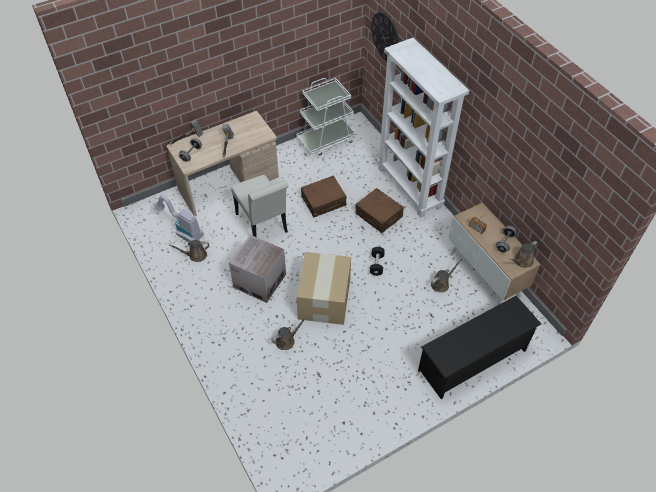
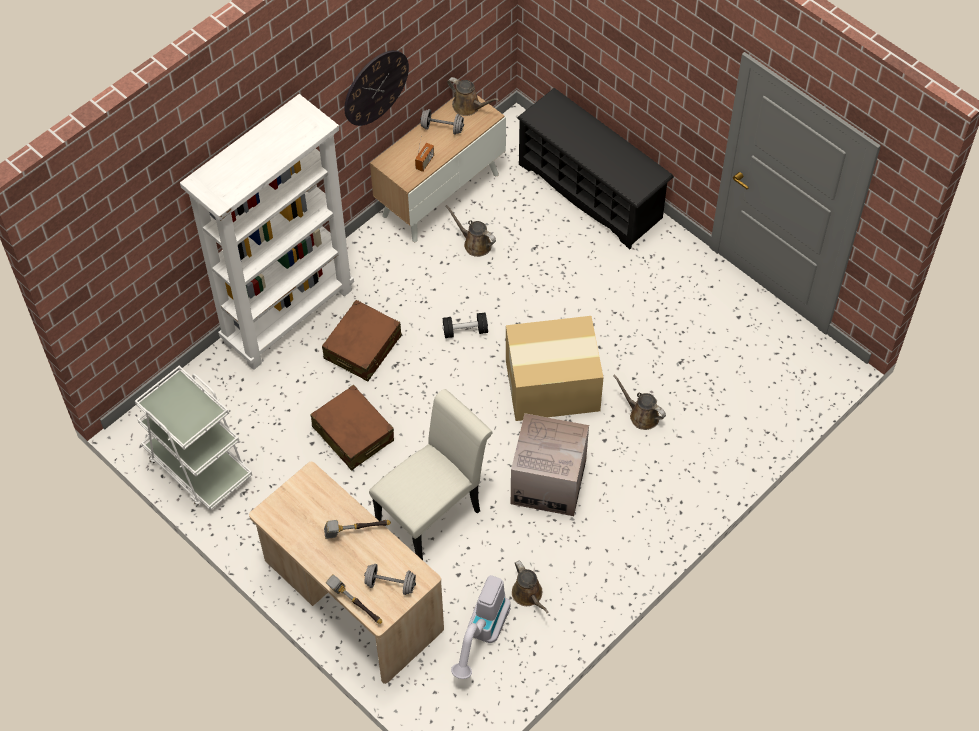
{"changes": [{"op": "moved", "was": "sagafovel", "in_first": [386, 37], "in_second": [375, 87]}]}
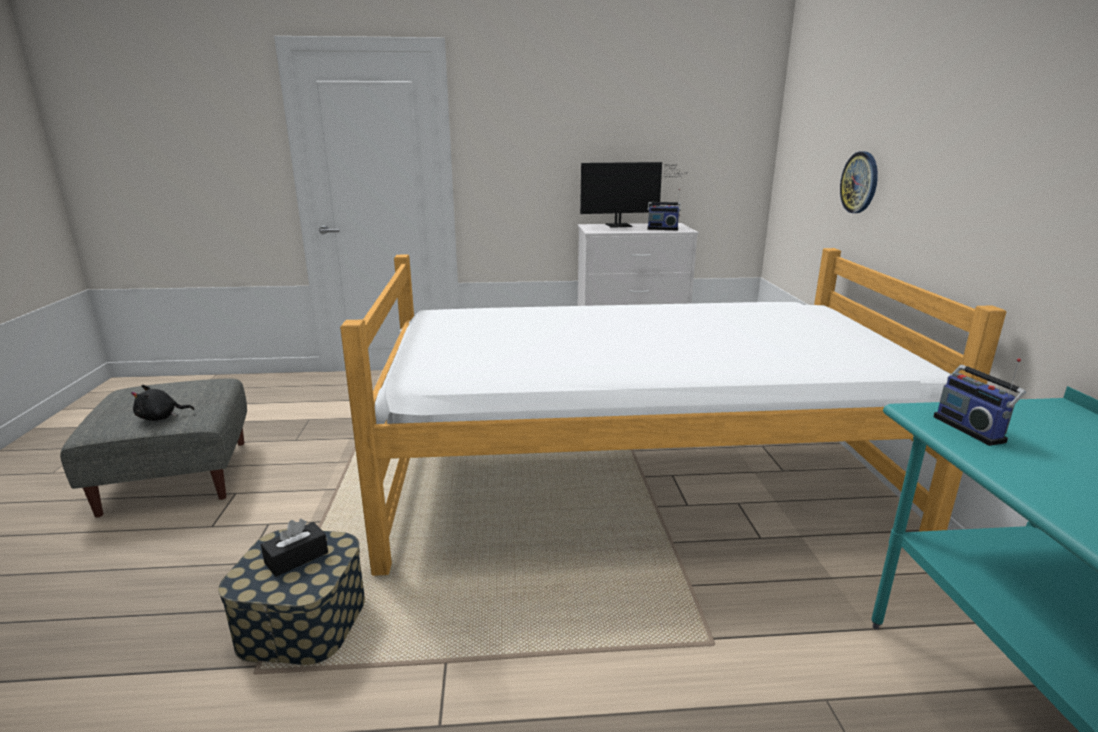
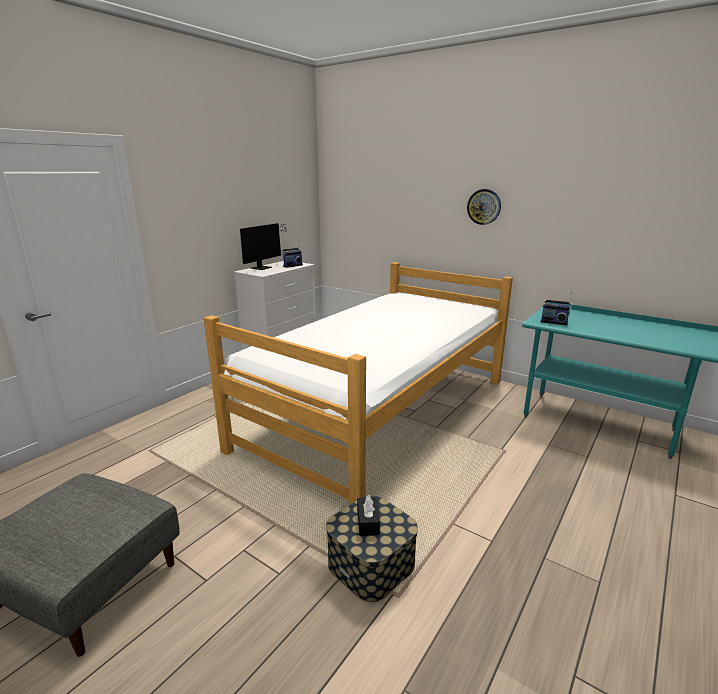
{"changes": [{"op": "moved", "was": "sagafovel", "in_first": [860, 182], "in_second": [484, 207]}, {"op": "removed", "was": "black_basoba", "in_first": [161, 417]}]}
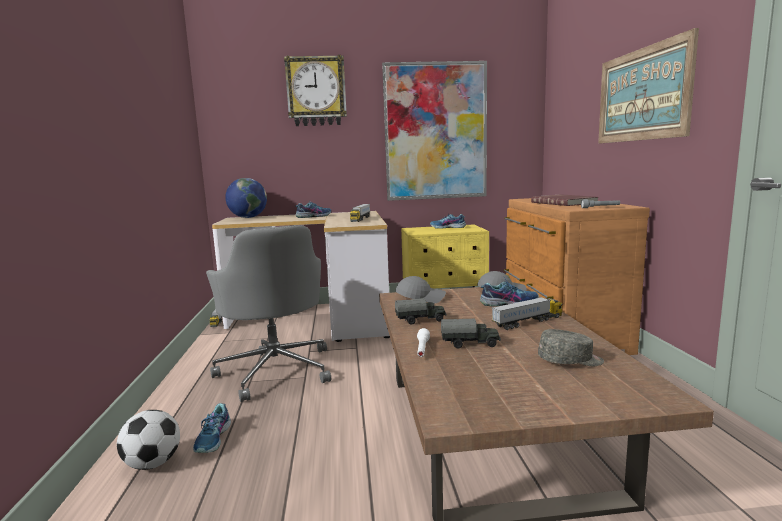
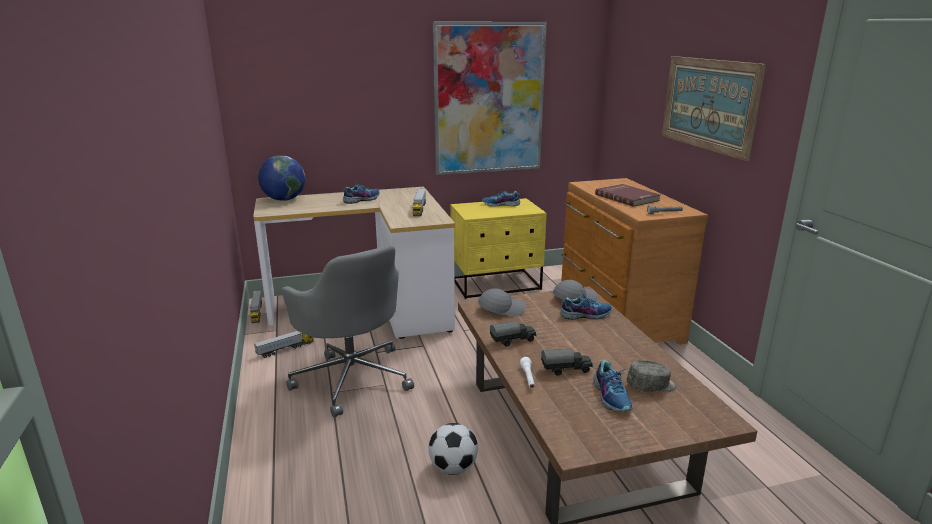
{"changes": [{"op": "removed", "was": "sagafovel", "in_first": [316, 91]}, {"op": "moved", "was": "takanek", "in_first": [528, 322], "in_second": [285, 349]}, {"op": "moved", "was": "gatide", "in_first": [214, 438], "in_second": [612, 396]}, {"op": "moved", "was": "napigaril", "in_first": [153, 464], "in_second": [453, 468]}]}
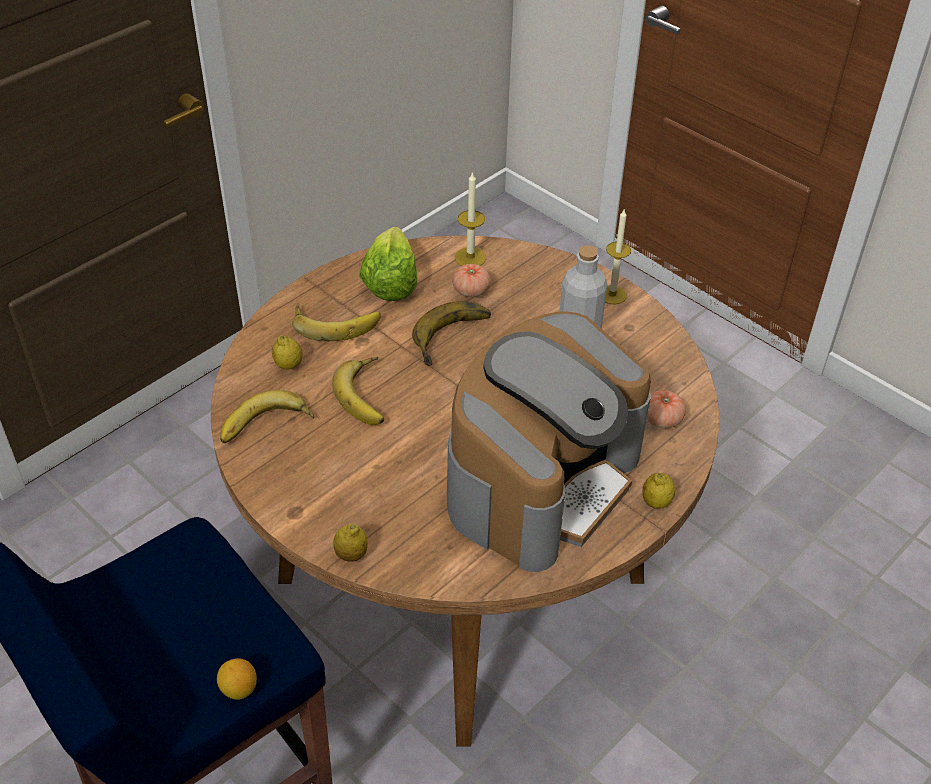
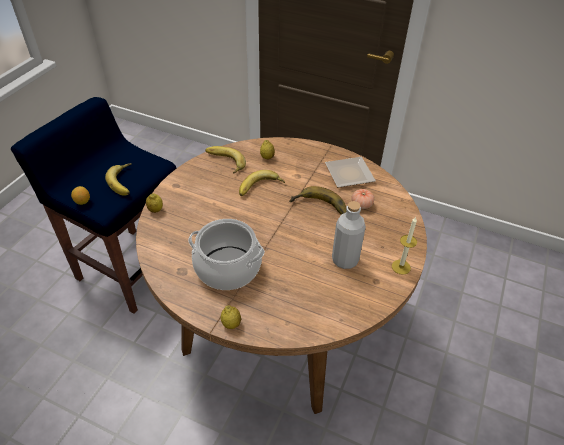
{"changes": [{"op": "removed", "was": "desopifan", "in_first": [470, 257]}, {"op": "replaced", "was": "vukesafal", "now": "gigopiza", "in_first": [390, 282], "in_second": [347, 173]}, {"op": "moved", "was": "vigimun", "in_first": [336, 322], "in_second": [124, 181]}, {"op": "replaced", "was": "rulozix", "now": "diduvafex", "in_first": [541, 481], "in_second": [228, 267]}, {"op": "removed", "was": "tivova", "in_first": [662, 419]}]}
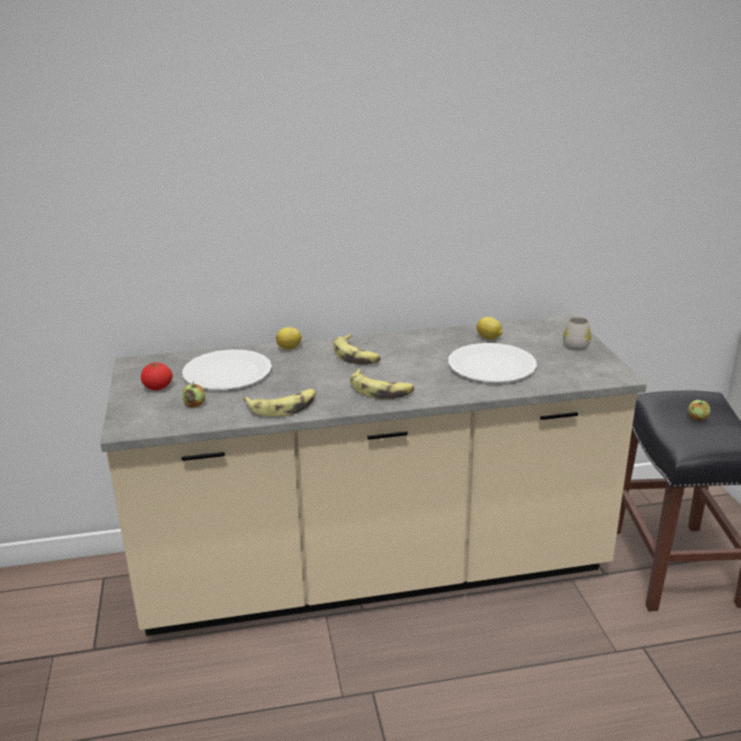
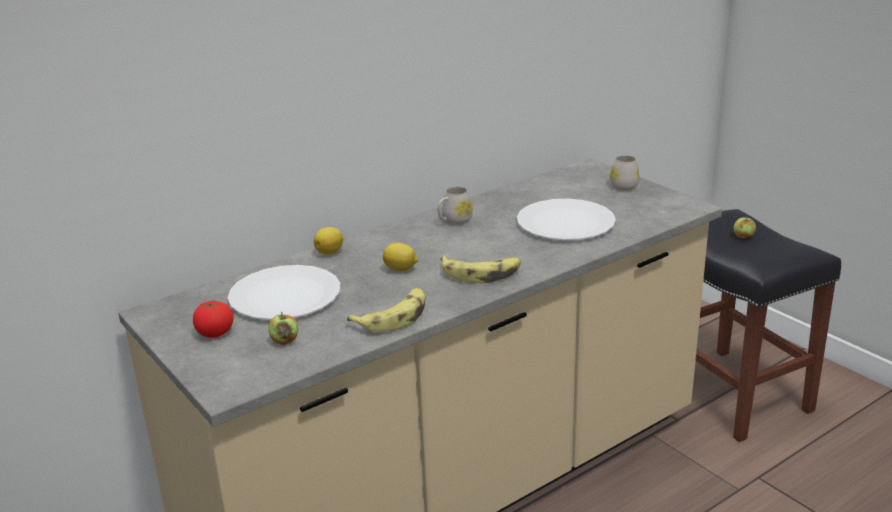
{"changes": [{"op": "moved", "was": "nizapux", "in_first": [489, 338], "in_second": [401, 269]}, {"op": "removed", "was": "vigimun", "in_first": [356, 356]}, {"op": "added", "now": "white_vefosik", "in_second": [454, 221]}]}
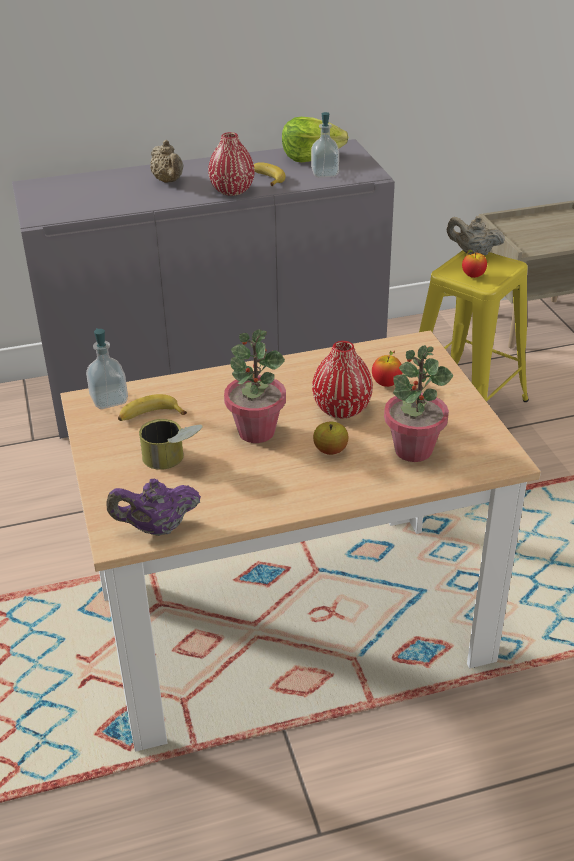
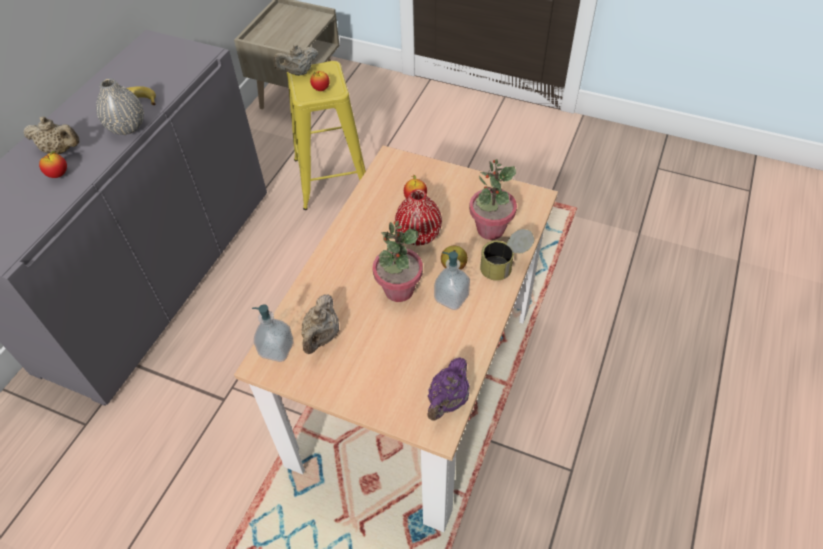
{"changes": [{"op": "moved", "was": "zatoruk", "in_first": [325, 173], "in_second": [451, 298]}, {"op": "removed", "was": "vukesafal", "in_first": [310, 156]}, {"op": "recoloured", "was": "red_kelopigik", "now": "grey_kelopigik", "in_first": [232, 190], "in_second": [127, 127]}, {"op": "replaced", "was": "vigimun", "now": "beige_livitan", "in_first": [150, 416], "in_second": [322, 336]}, {"op": "moved", "was": "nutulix", "in_first": [173, 461], "in_second": [505, 265]}, {"op": "added", "now": "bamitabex", "in_second": [58, 174]}]}
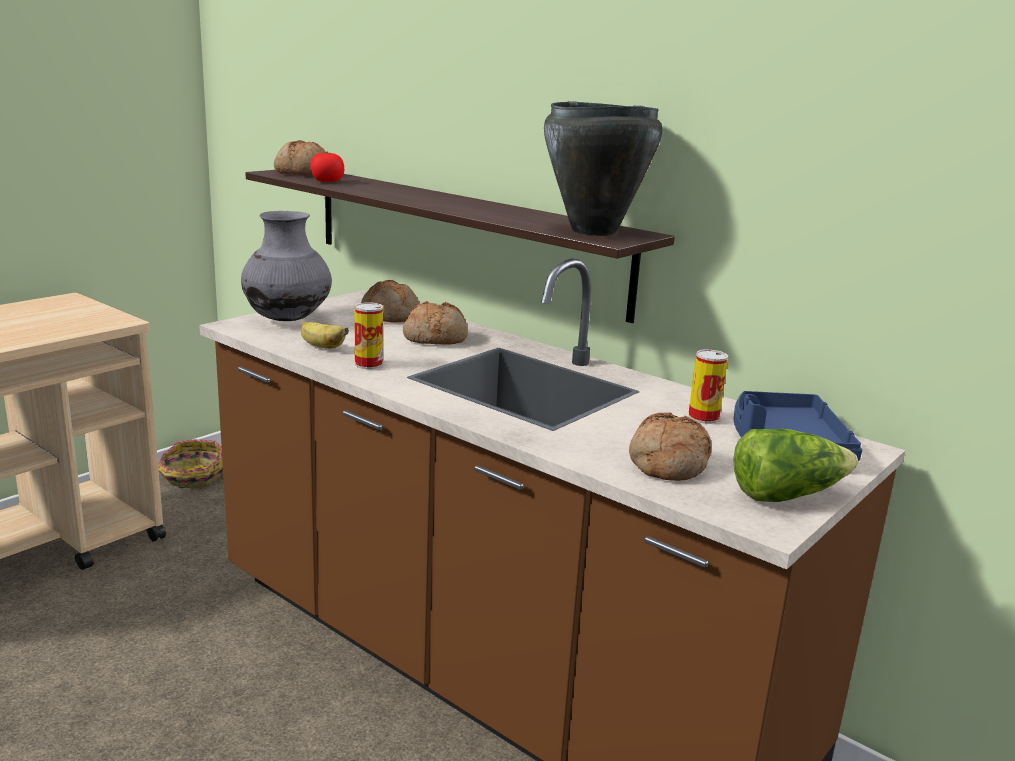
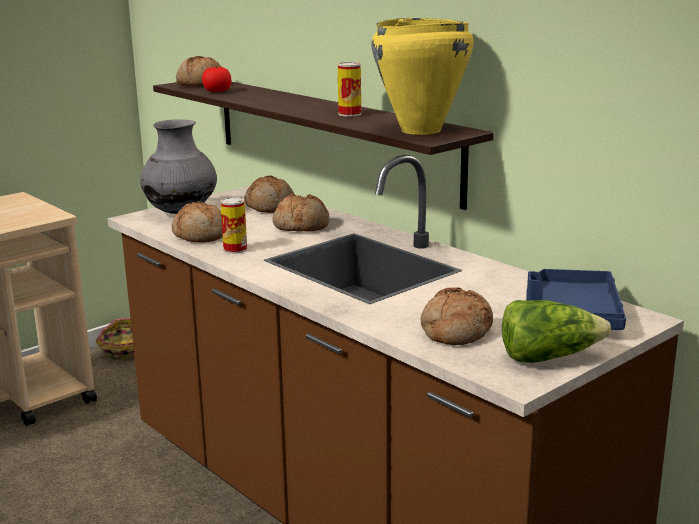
{"changes": [{"op": "recoloured", "was": "black_diduvafex", "now": "yellow_diduvafex", "in_first": [593, 231], "in_second": [420, 130]}, {"op": "replaced", "was": "vigimun", "now": "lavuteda", "in_first": [321, 346], "in_second": [201, 235]}, {"op": "moved", "was": "nutulix", "in_first": [703, 417], "in_second": [349, 114]}]}
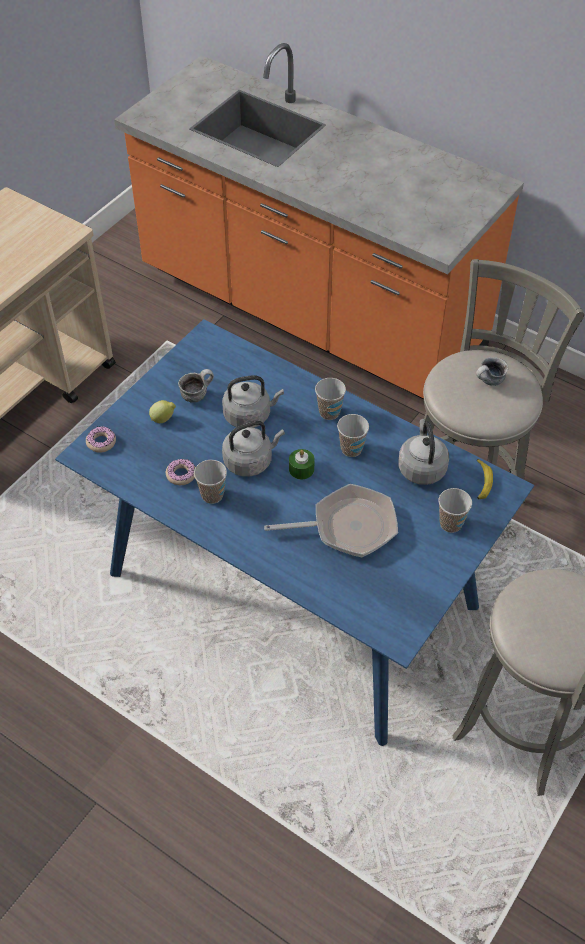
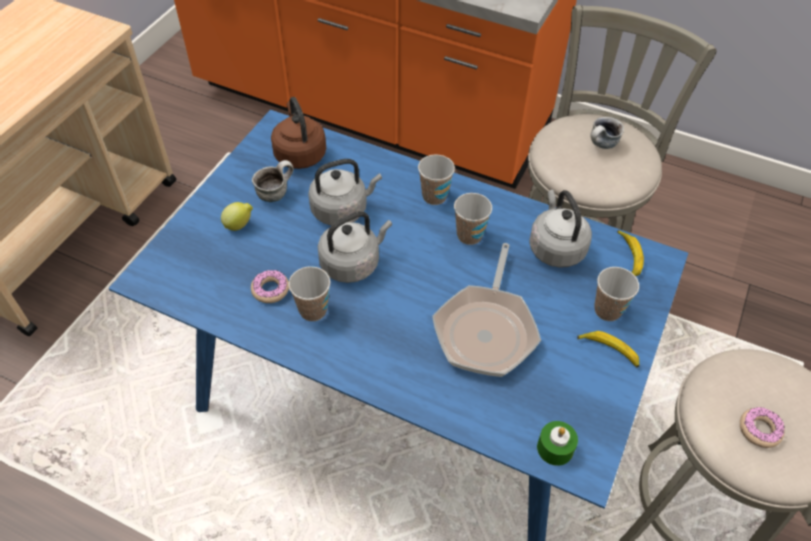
{"changes": [{"op": "moved", "was": "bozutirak", "in_first": [101, 442], "in_second": [759, 430]}, {"op": "moved", "was": "green_desopifan", "in_first": [301, 469], "in_second": [555, 448]}, {"op": "turned", "was": "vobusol", "in_first": [347, 526], "in_second": [486, 329], "clockwise": 120}, {"op": "added", "now": "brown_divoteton", "in_second": [299, 153]}, {"op": "added", "now": "vigimun", "in_second": [609, 351]}]}
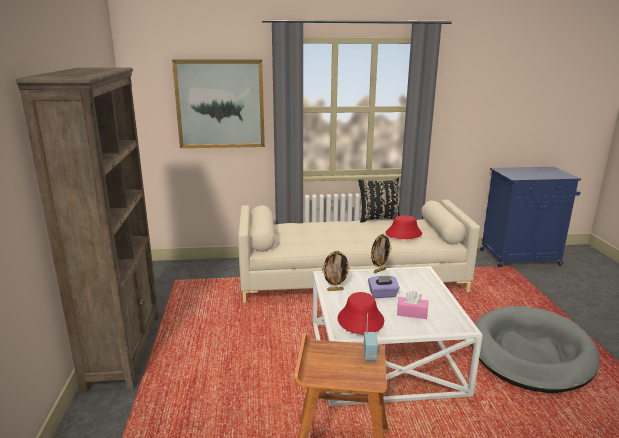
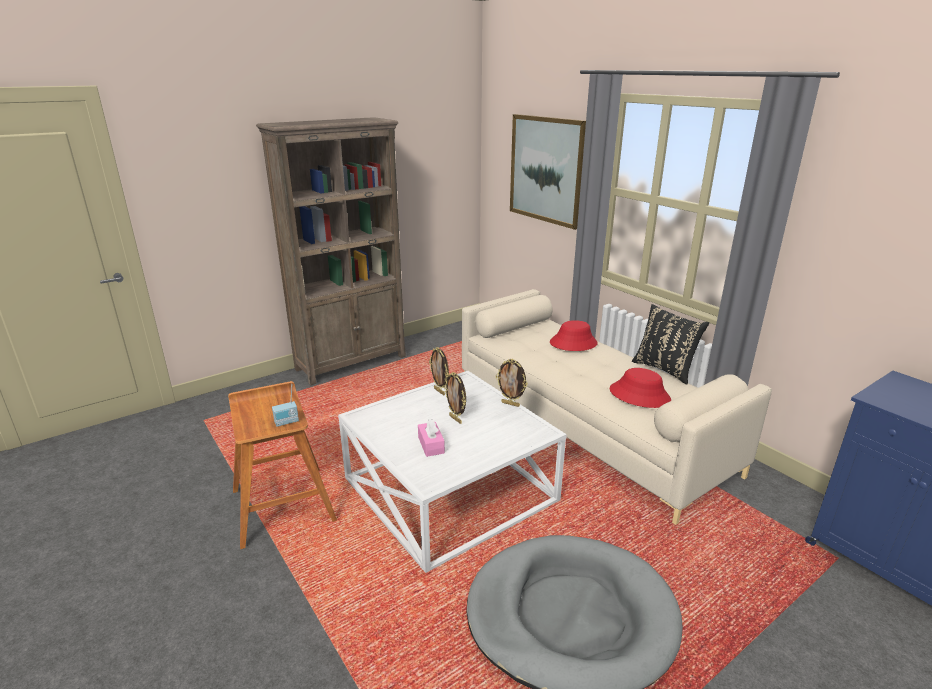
{"changes": [{"op": "replaced", "was": "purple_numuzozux", "now": "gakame", "in_first": [383, 295], "in_second": [456, 419]}, {"op": "moved", "was": "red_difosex", "in_first": [360, 320], "in_second": [573, 343]}]}
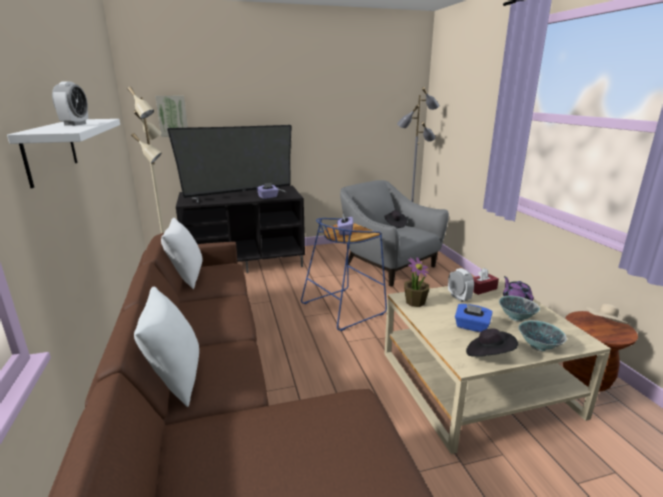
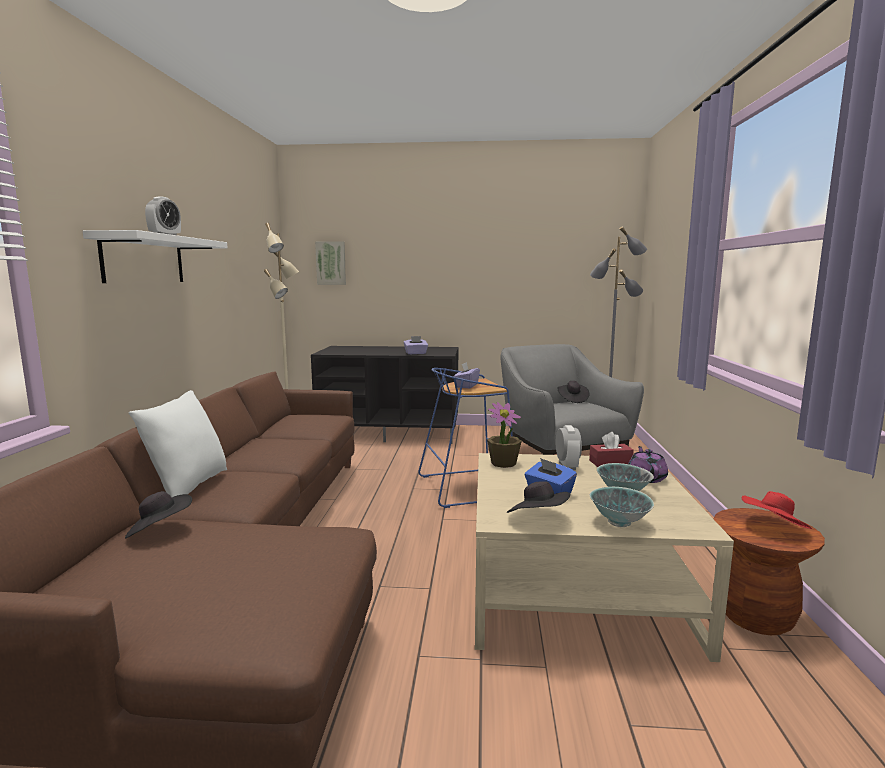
{"changes": [{"op": "removed", "was": "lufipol", "in_first": [239, 195]}, {"op": "removed", "was": "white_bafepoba", "in_first": [186, 277]}, {"op": "recoloured", "was": "beige_difosex", "now": "red_difosex", "in_first": [604, 326], "in_second": [773, 527]}, {"op": "added", "now": "black_difosex", "in_second": [159, 530]}]}
